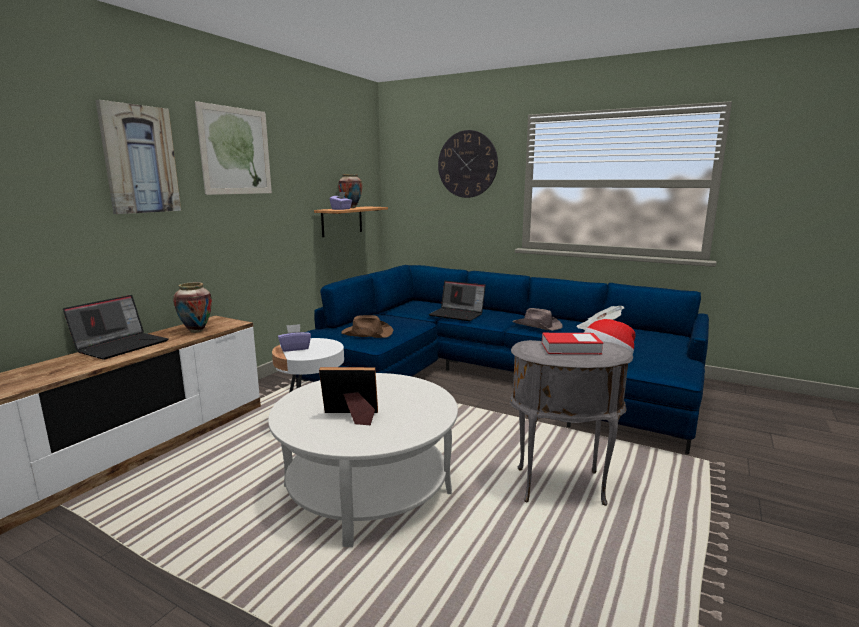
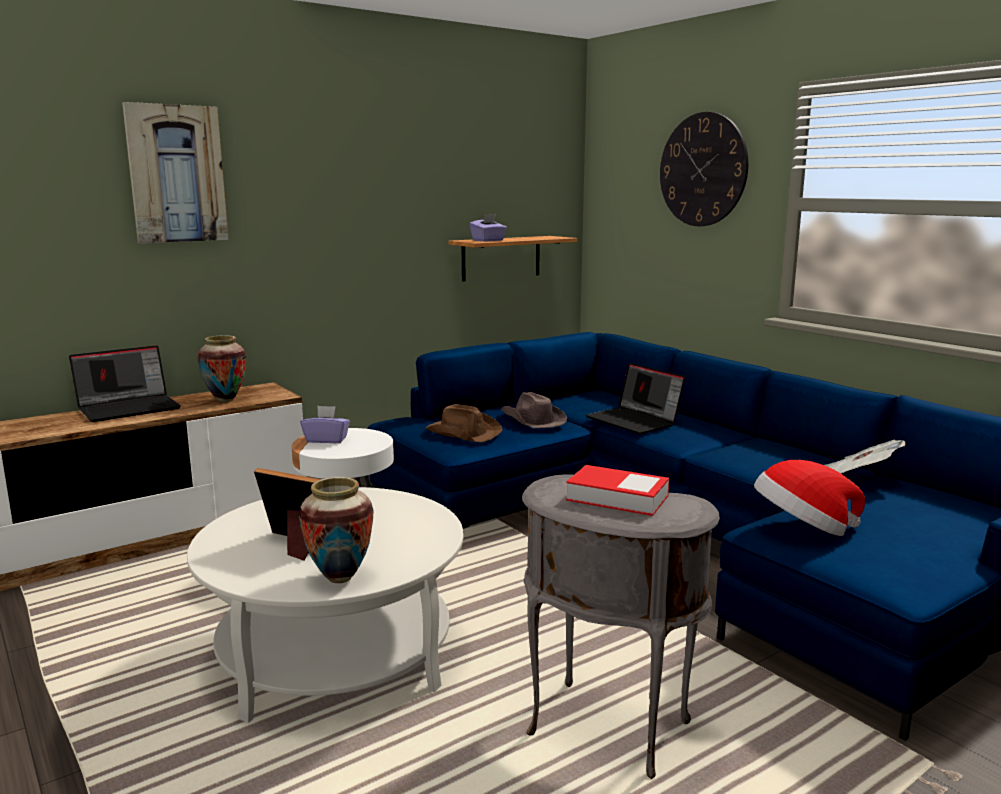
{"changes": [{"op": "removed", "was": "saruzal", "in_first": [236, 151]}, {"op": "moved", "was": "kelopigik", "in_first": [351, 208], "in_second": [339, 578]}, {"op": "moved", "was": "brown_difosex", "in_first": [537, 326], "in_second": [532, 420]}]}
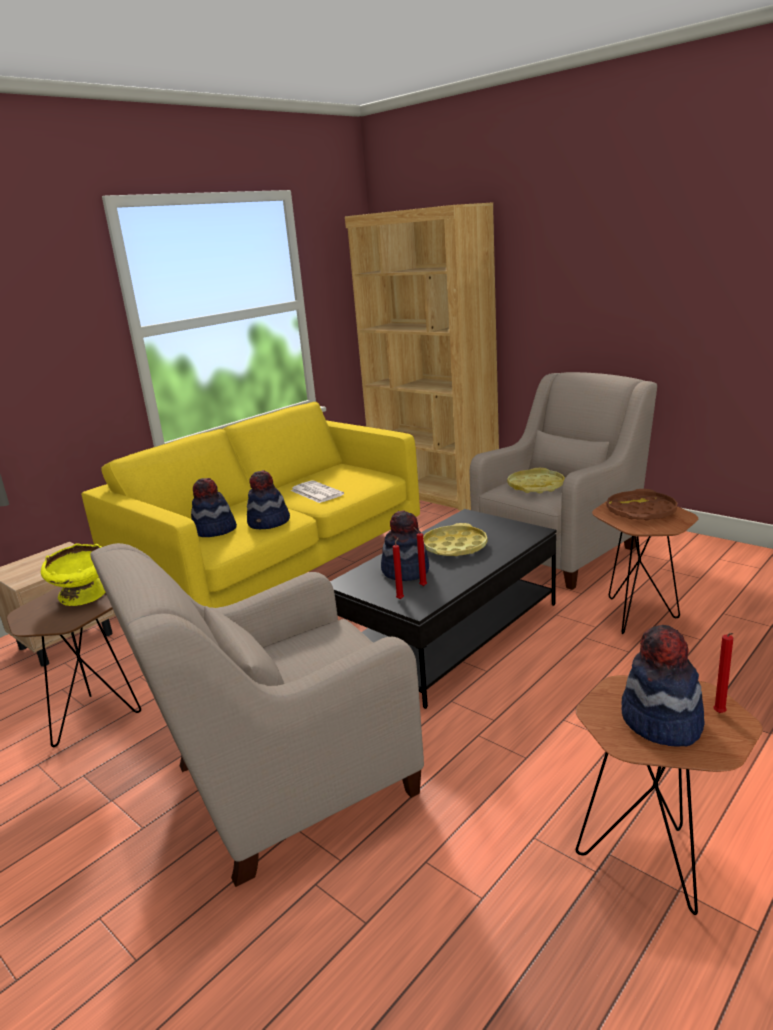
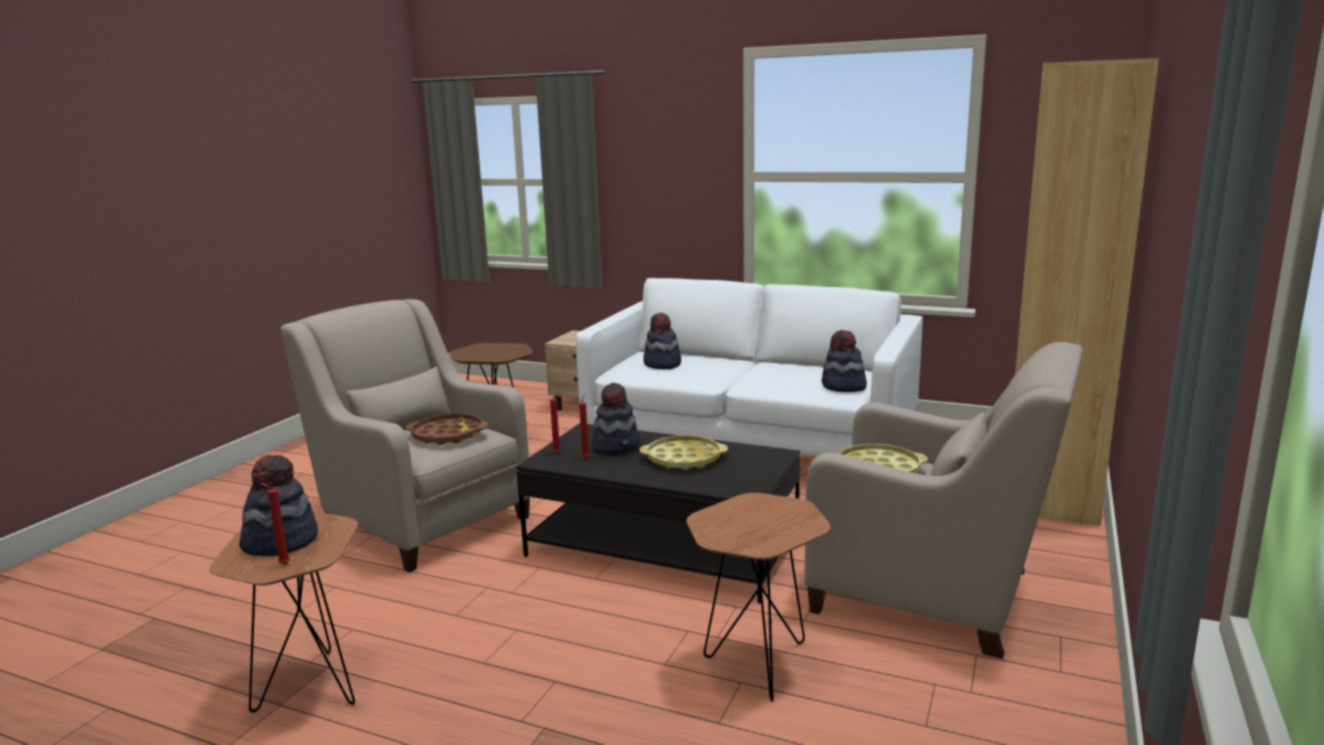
{"changes": [{"op": "recoloured", "was": "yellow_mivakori", "now": "white_mivakori", "in_first": [276, 570], "in_second": [751, 444]}, {"op": "moved", "was": "difosex", "in_first": [269, 523], "in_second": [843, 387]}, {"op": "removed", "was": "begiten", "in_first": [315, 492]}, {"op": "moved", "was": "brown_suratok", "in_first": [640, 512], "in_second": [448, 435]}, {"op": "removed", "was": "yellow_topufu", "in_first": [85, 596]}]}
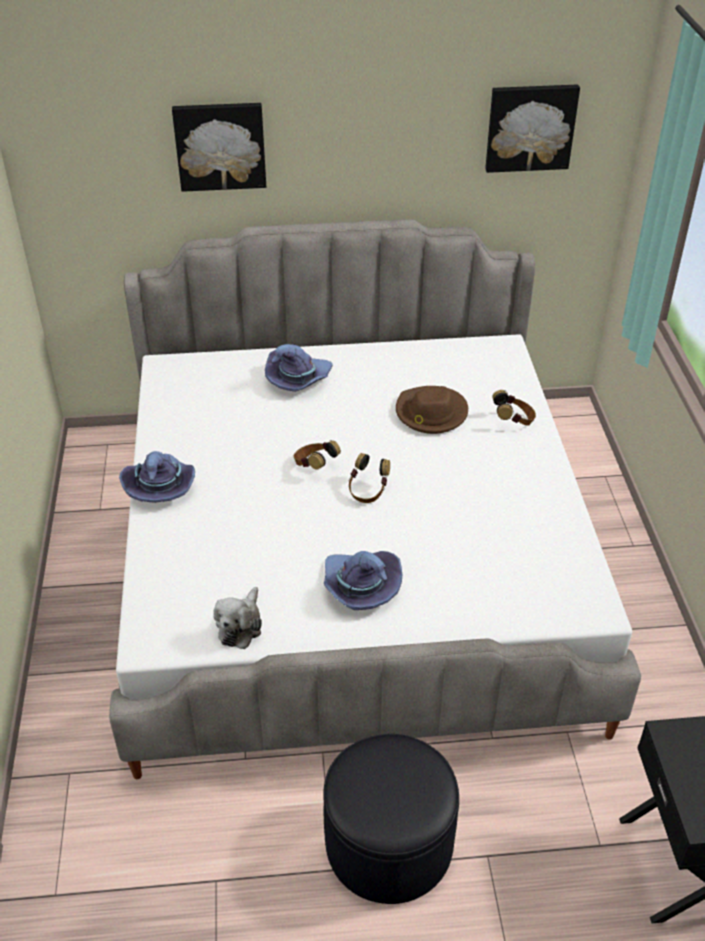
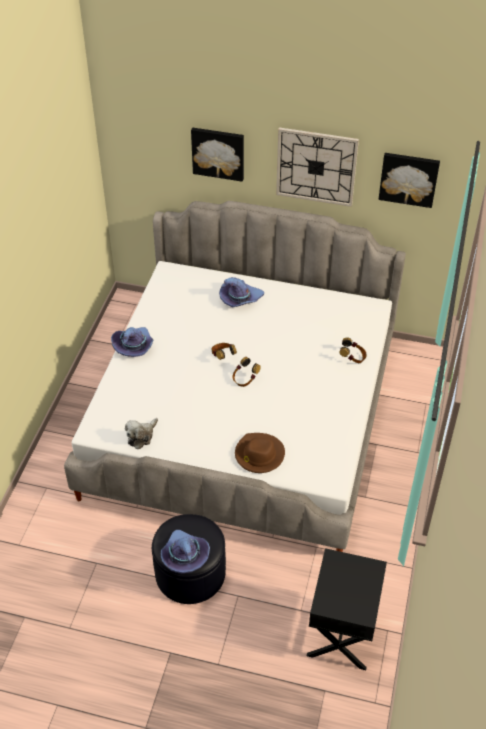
{"changes": [{"op": "moved", "was": "brown_difosex", "in_first": [431, 413], "in_second": [259, 455]}, {"op": "moved", "was": "purple_difosex", "in_first": [359, 588], "in_second": [184, 556]}, {"op": "added", "now": "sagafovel", "in_second": [316, 166]}]}
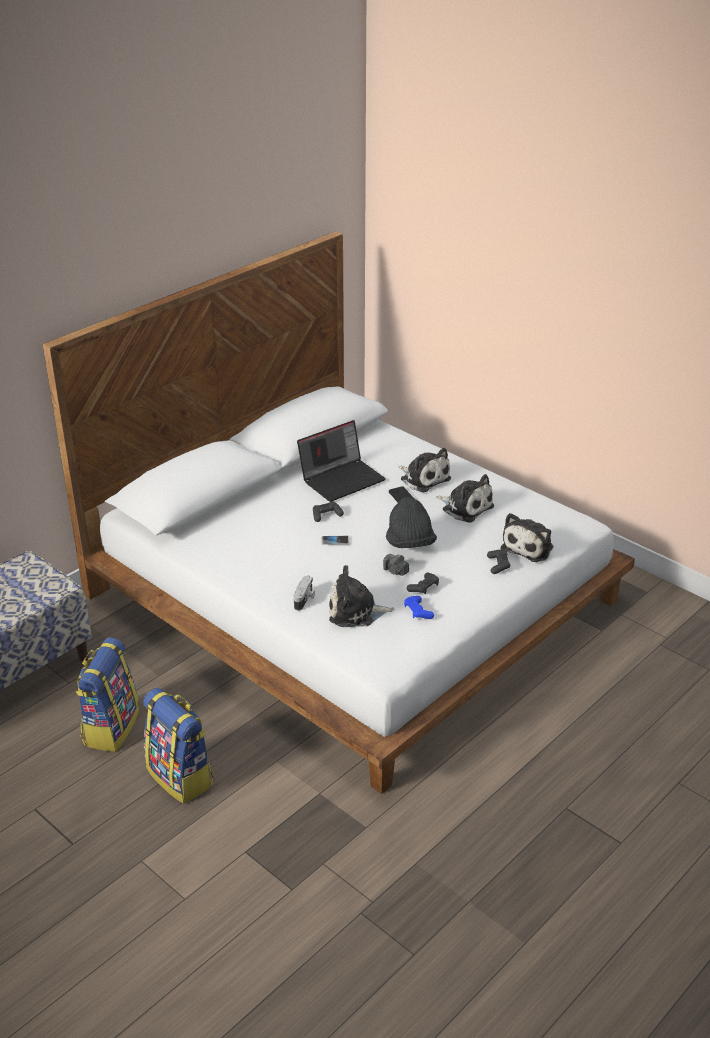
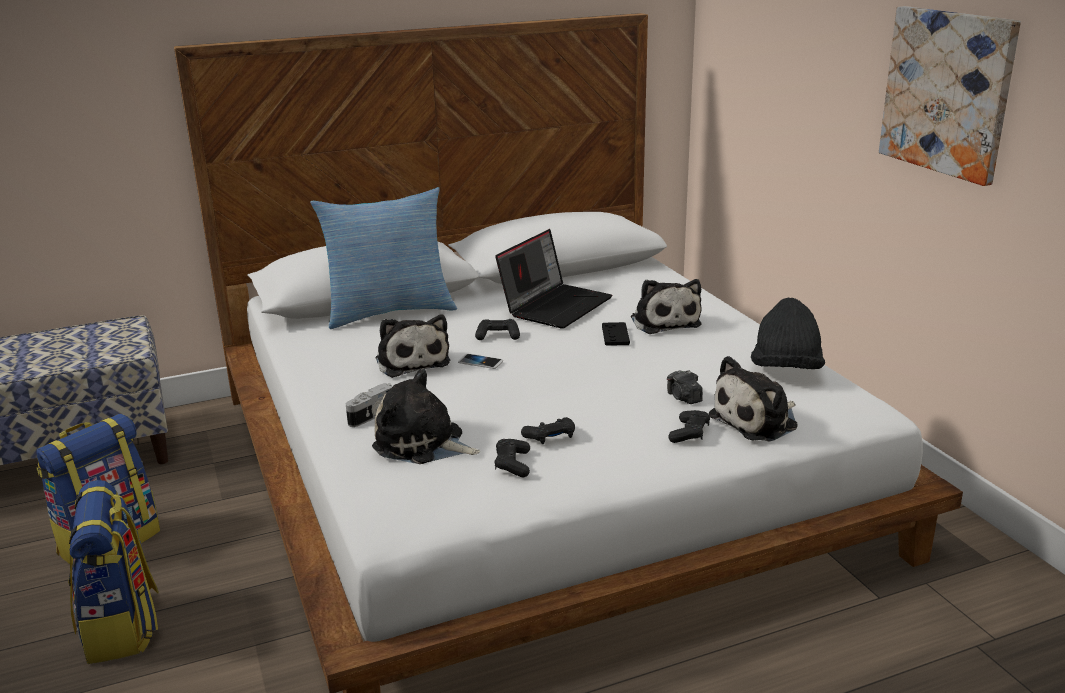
{"changes": [{"op": "turned", "was": "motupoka", "in_first": [342, 479], "in_second": [555, 305], "clockwise": -45}, {"op": "moved", "was": "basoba", "in_first": [465, 507], "in_second": [411, 361]}, {"op": "moved", "was": "black_difosex", "in_first": [410, 543], "in_second": [785, 370]}, {"op": "moved", "was": "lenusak", "in_first": [395, 571], "in_second": [683, 398]}, {"op": "recoloured", "was": "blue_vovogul", "now": "black_vovogul", "in_first": [418, 612], "in_second": [512, 464]}, {"op": "added", "now": "saruzal", "in_second": [947, 92]}, {"op": "added", "now": "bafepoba", "in_second": [389, 311]}]}
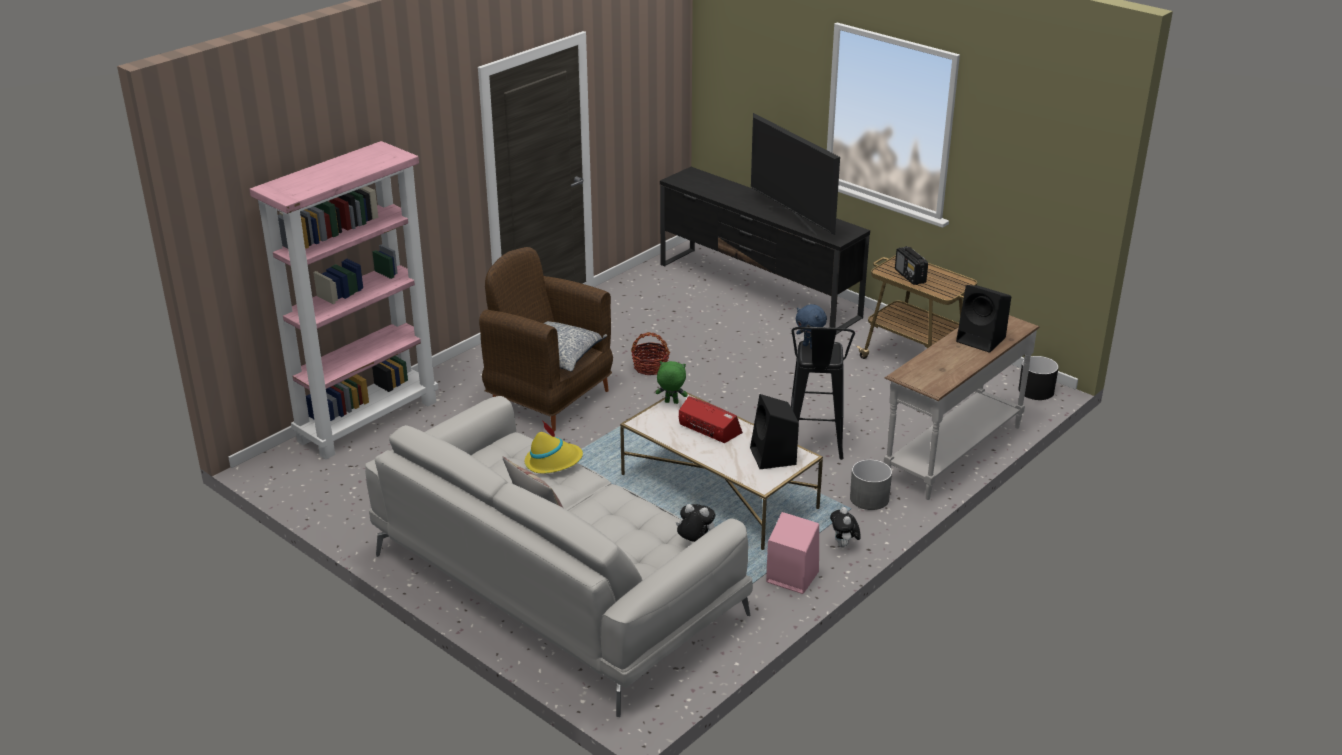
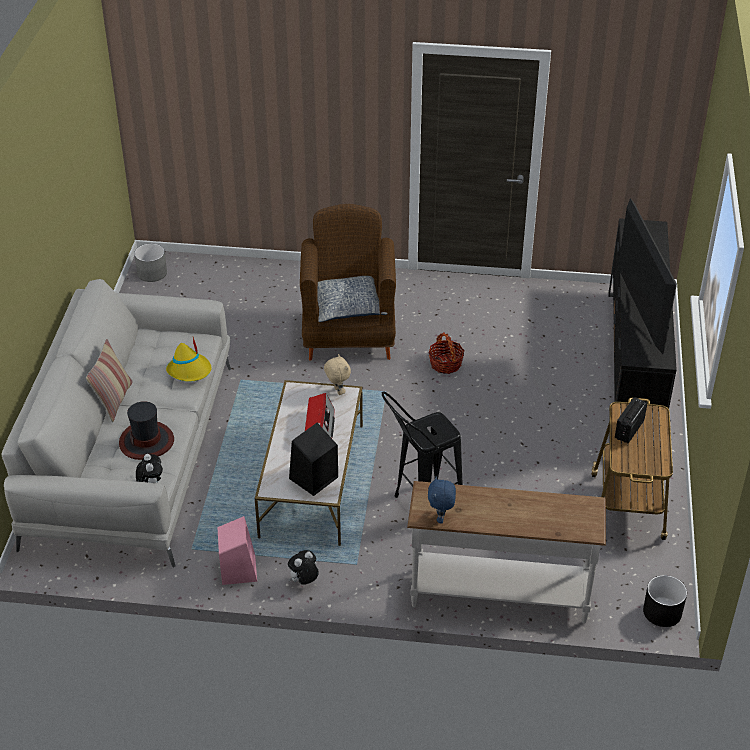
{"changes": [{"op": "turned", "was": "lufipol", "in_first": [791, 219], "in_second": [638, 317], "clockwise": 150}, {"op": "removed", "was": "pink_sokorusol", "in_first": [368, 420]}, {"op": "removed", "was": "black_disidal", "in_first": [982, 340]}, {"op": "moved", "was": "blue_basoba", "in_first": [809, 346], "in_second": [441, 518]}, {"op": "recoloured", "was": "green_basoba", "now": "beige_basoba", "in_first": [671, 402], "in_second": [337, 391]}, {"op": "moved", "was": "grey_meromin", "in_first": [869, 498], "in_second": [152, 273]}, {"op": "added", "now": "difosex", "in_second": [147, 441]}]}
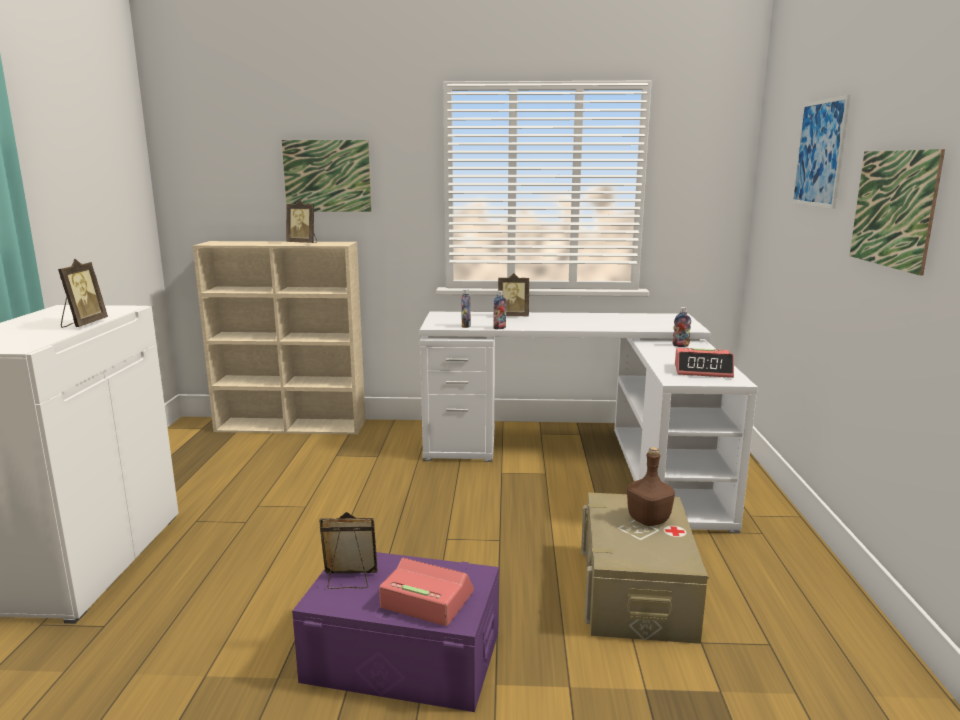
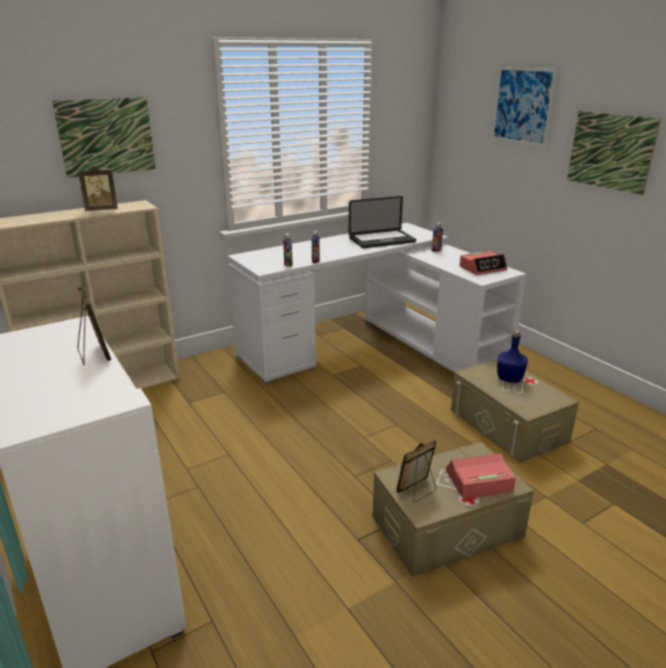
{"changes": [{"op": "removed", "was": "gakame", "in_first": [513, 316]}, {"op": "recoloured", "was": "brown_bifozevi", "now": "blue_bifozevi", "in_first": [649, 520], "in_second": [510, 379]}, {"op": "recoloured", "was": "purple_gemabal", "now": "beige_gemabal", "in_first": [403, 656], "in_second": [447, 526]}, {"op": "added", "now": "motupoka", "in_second": [382, 240]}]}
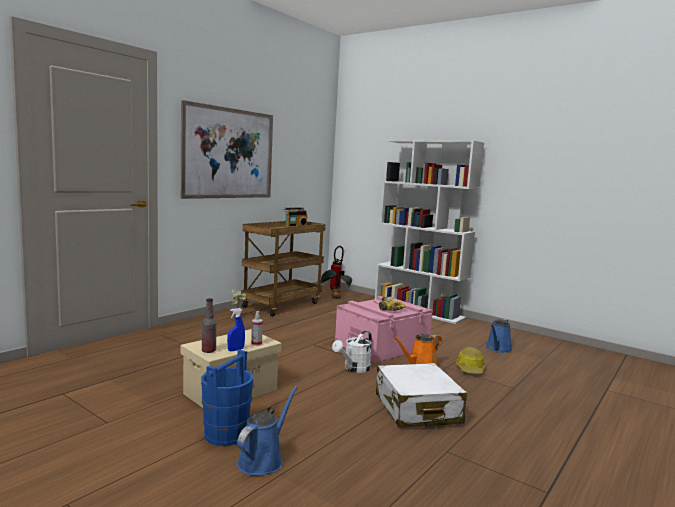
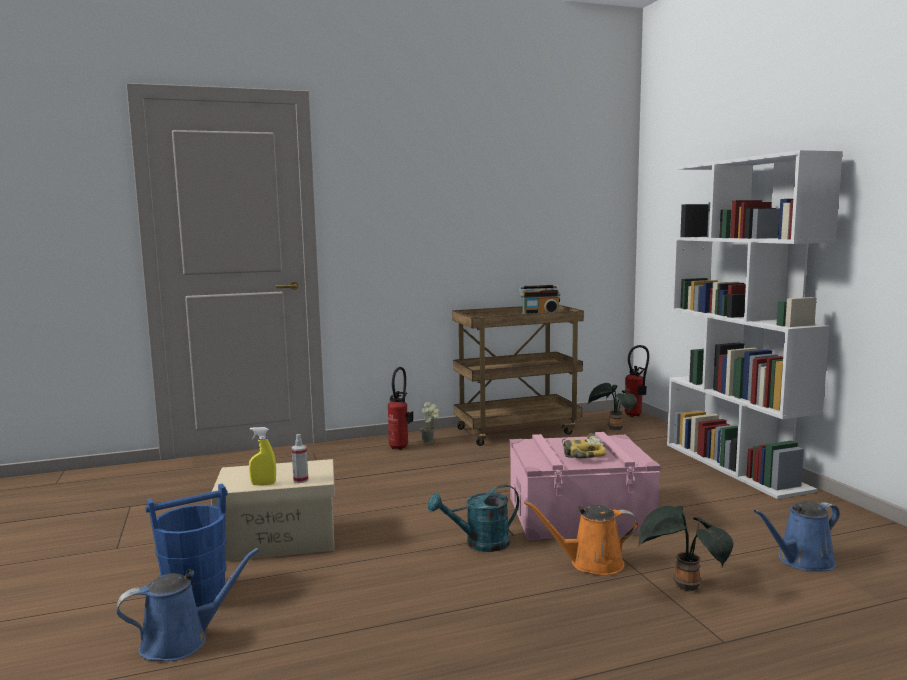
{"changes": [{"op": "removed", "was": "saruzal", "in_first": [229, 153]}, {"op": "removed", "was": "bifozevi", "in_first": [208, 351]}, {"op": "recoloured", "was": "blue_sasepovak", "now": "yellow_sasepovak", "in_first": [235, 350], "in_second": [263, 484]}, {"op": "recoloured", "was": "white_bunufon", "now": "turquoise_bunufon", "in_first": [354, 369], "in_second": [479, 544]}, {"op": "replaced", "was": "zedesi", "now": "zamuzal", "in_first": [470, 369], "in_second": [683, 586]}, {"op": "removed", "was": "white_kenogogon", "in_first": [417, 409]}, {"op": "added", "now": "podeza", "in_second": [401, 447]}]}
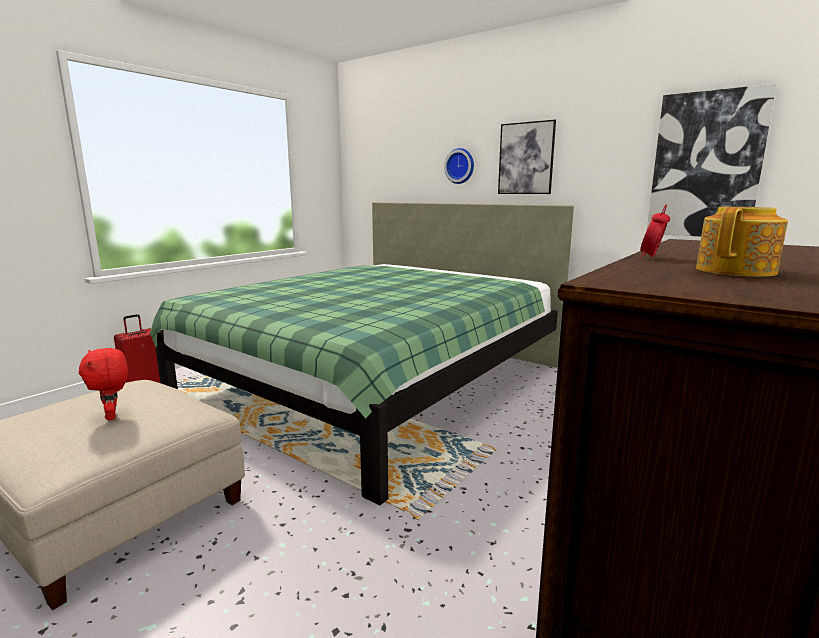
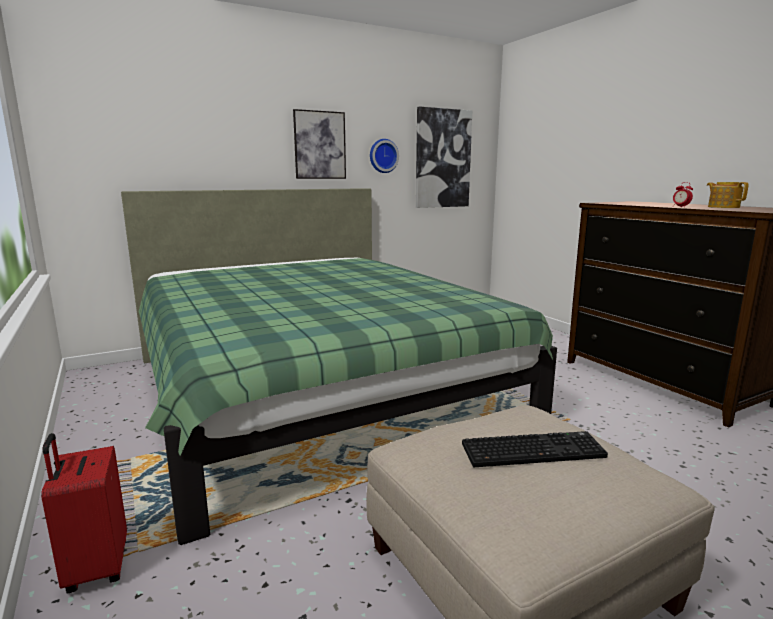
{"changes": [{"op": "moved", "was": "sagafovel", "in_first": [460, 166], "in_second": [383, 156]}, {"op": "replaced", "was": "red_basoba", "now": "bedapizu", "in_first": [113, 416], "in_second": [533, 450]}]}
